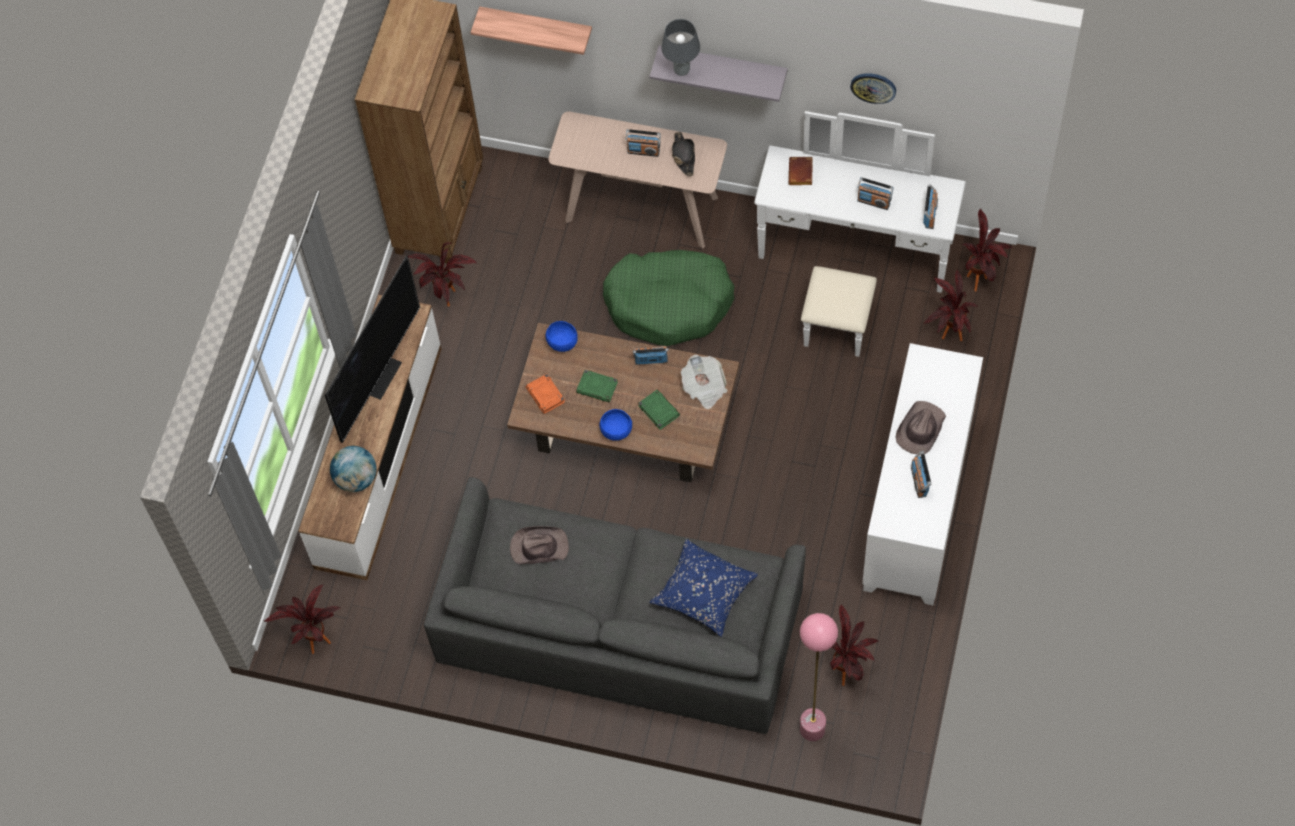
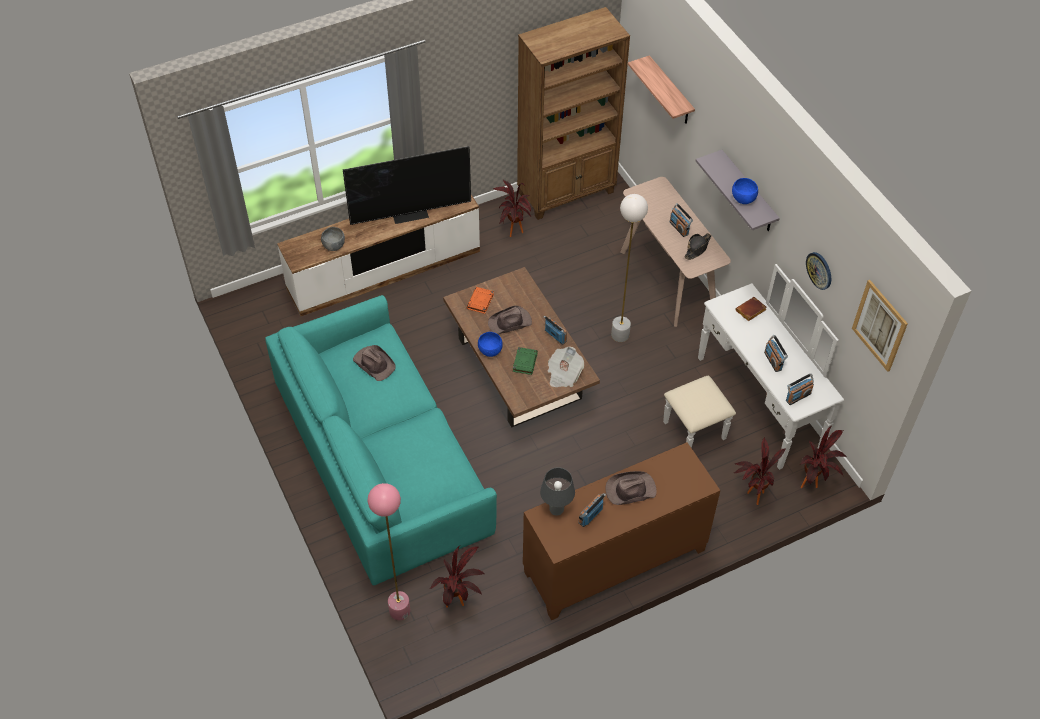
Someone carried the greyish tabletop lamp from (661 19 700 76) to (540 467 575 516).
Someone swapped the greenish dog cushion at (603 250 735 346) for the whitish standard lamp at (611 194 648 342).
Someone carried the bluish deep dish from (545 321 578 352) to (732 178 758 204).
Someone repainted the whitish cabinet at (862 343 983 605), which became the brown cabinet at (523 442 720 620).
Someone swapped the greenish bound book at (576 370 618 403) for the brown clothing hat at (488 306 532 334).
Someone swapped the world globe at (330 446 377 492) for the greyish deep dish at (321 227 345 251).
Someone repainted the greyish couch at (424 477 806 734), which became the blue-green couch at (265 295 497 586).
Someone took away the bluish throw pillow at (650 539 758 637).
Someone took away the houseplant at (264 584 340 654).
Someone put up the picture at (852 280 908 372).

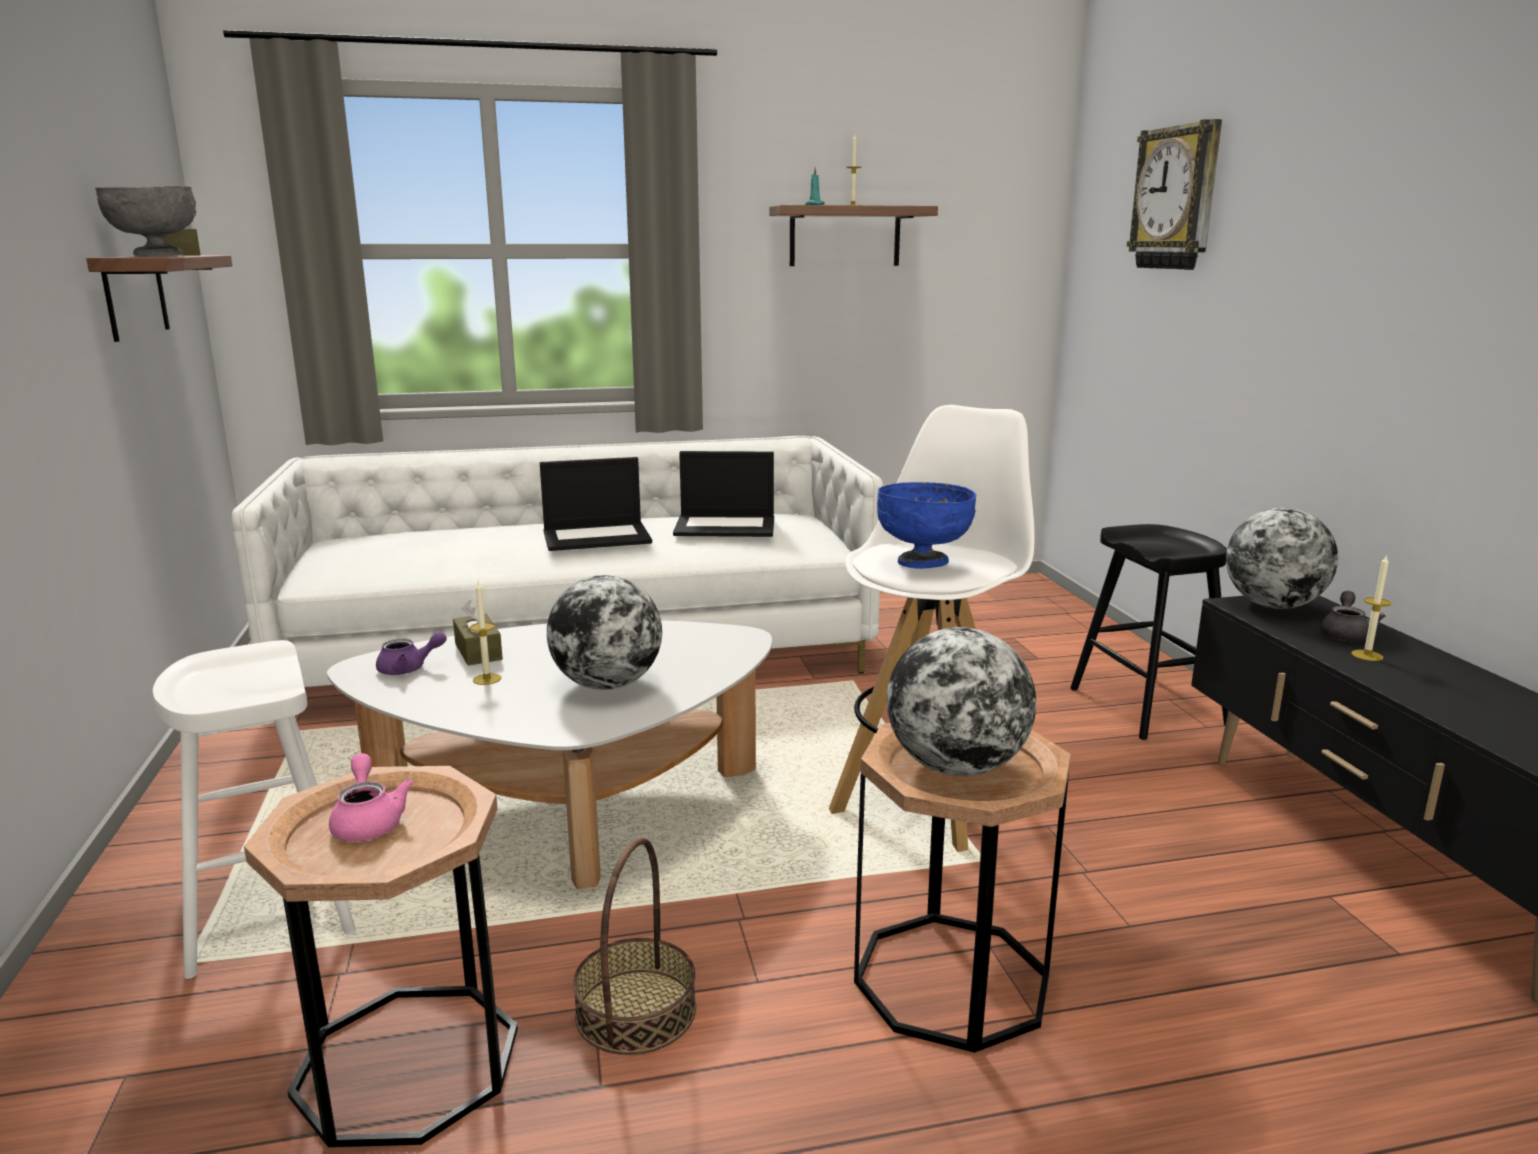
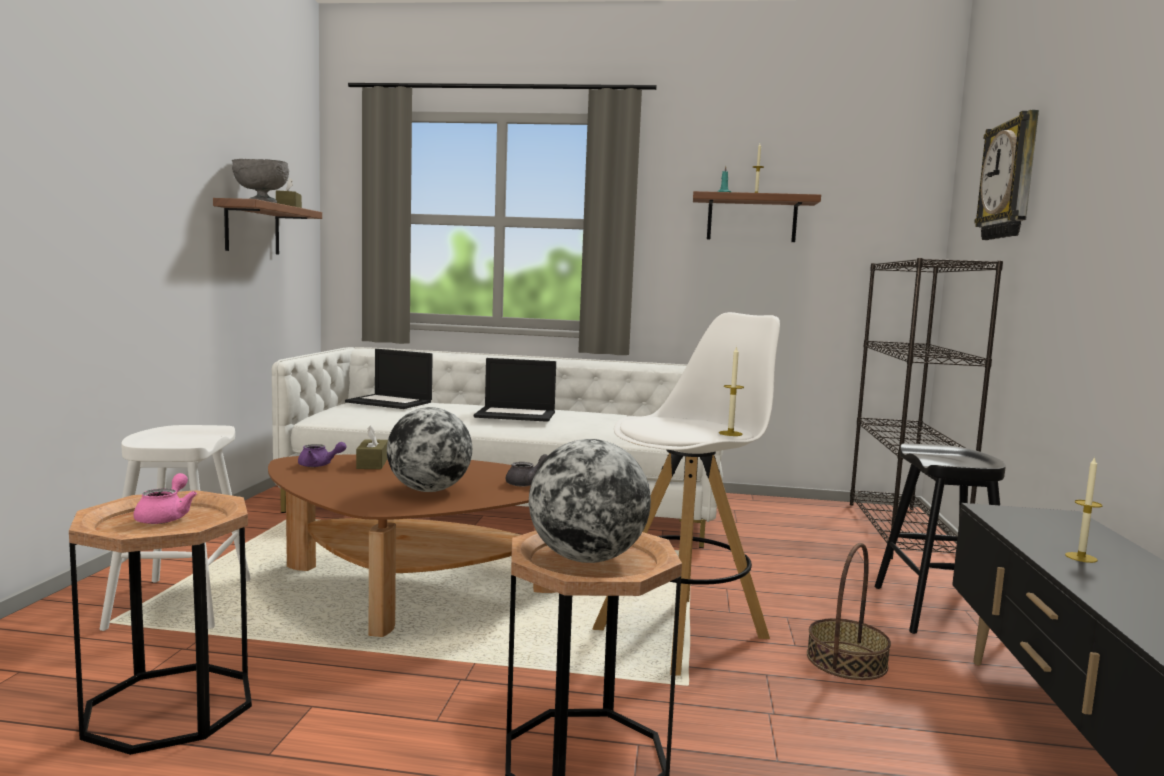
Someone carried the portable computer from (673 451 774 537) to (345 349 433 409).
Someone took away the bluish deep dish at (877 482 976 569).
Someone took away the world globe at (1226 508 1338 609).
Someone carried the candle from (470 582 501 685) to (719 346 744 436).
Someone carried the greyish tea pot from (1320 591 1385 641) to (506 454 548 487).
Someone repainted the whitish lounge table at (327 620 772 889), which became the brown lounge table at (268 455 556 637).
Someone carried the basket from (573 838 696 1055) to (807 543 891 680).
Someone put down the black-coloured shelving unit at (850 258 1003 559).

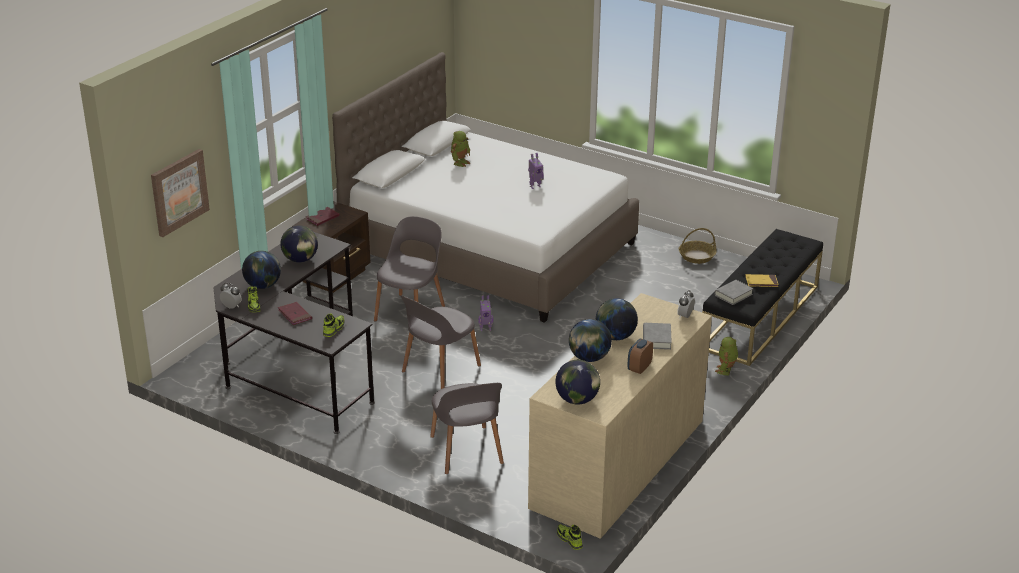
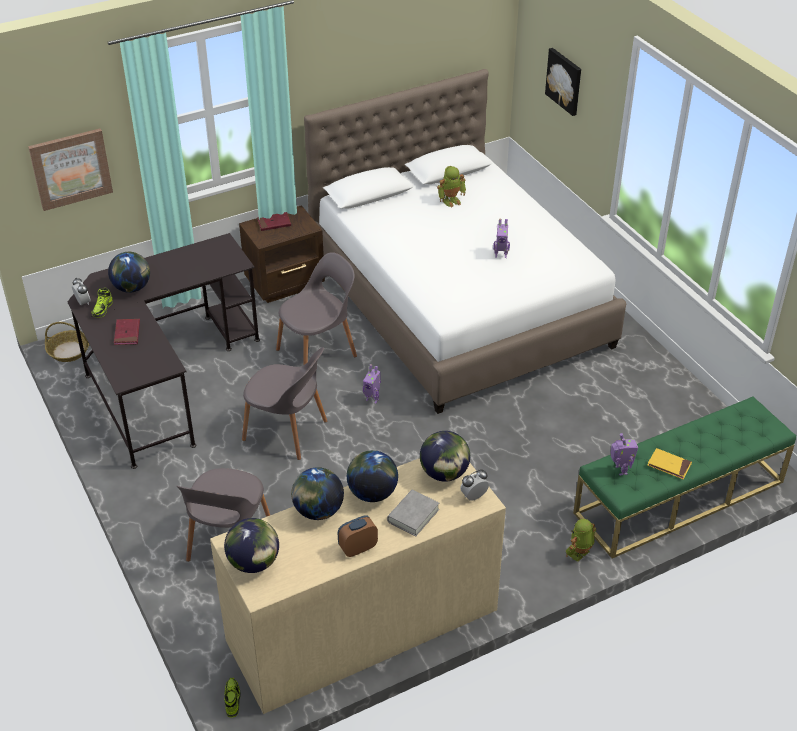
Someone carried the world globe from (281 225 318 262) to (420 431 470 482).
Someone carried the basket from (679 228 717 264) to (45 322 90 362).
Someone repainted the black-coloured indoor bench at (702 229 823 366), which became the greenish indoor bench at (573 396 796 558).
Someone swapped the greyish bound book at (715 280 753 305) for the robot figure at (610 433 638 476).
Someone rotated the greyish chair at (400 295 481 389) by 135 degrees counterclockwise.
Someone took away the shoe at (323 313 344 337).
Someone put up the picture at (545 48 581 116).

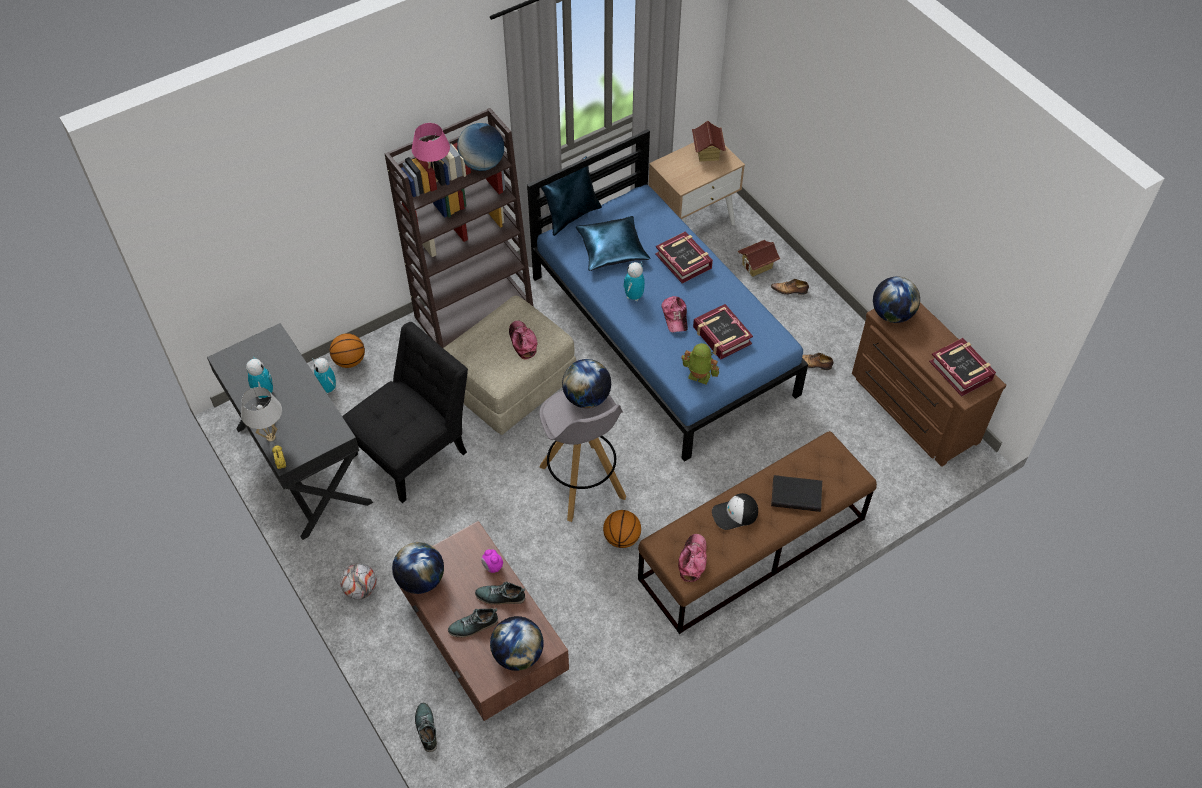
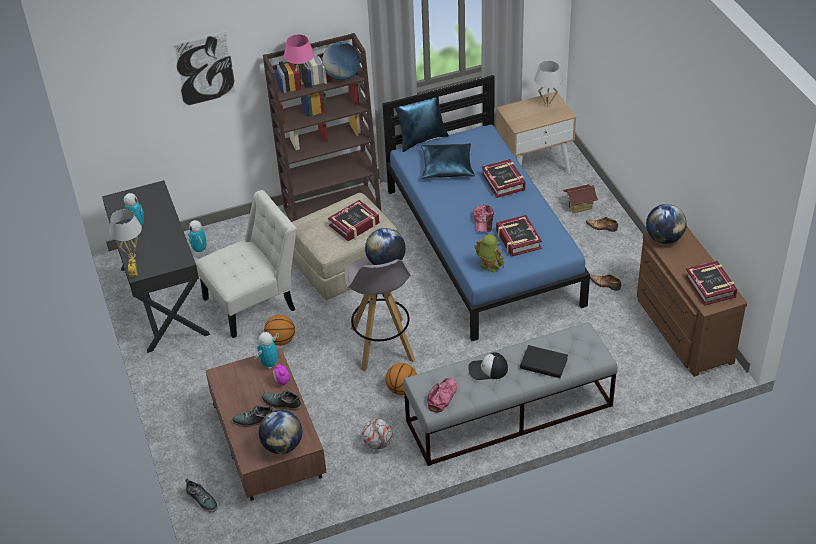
Someone swapped the miniature house at (692 121 726 161) for the whitish tabletop lamp at (534 61 563 107).
Someone carried the robot figure from (623 262 645 301) to (254 332 279 369).
Someone swapped the baseball cap at (509 320 538 359) for the bound book at (328 200 380 241).
Someone repainted the black-coloured chair at (342 322 468 503), which became the whitish chair at (196 190 297 338).
Someone carried the ball for basketball from (330 333 365 368) to (264 315 295 346).
Someone repainted the brown indoor bench at (638 431 877 634), which became the greyish indoor bench at (403 322 618 466).
Someone took away the world globe at (392 542 444 594).
Someone carried the football ball from (340 563 377 600) to (362 419 393 450).
Someone rotated the shoe at (415 703 437 752) by 135 degrees clockwise.
Someone put up the picture at (170 30 238 108).

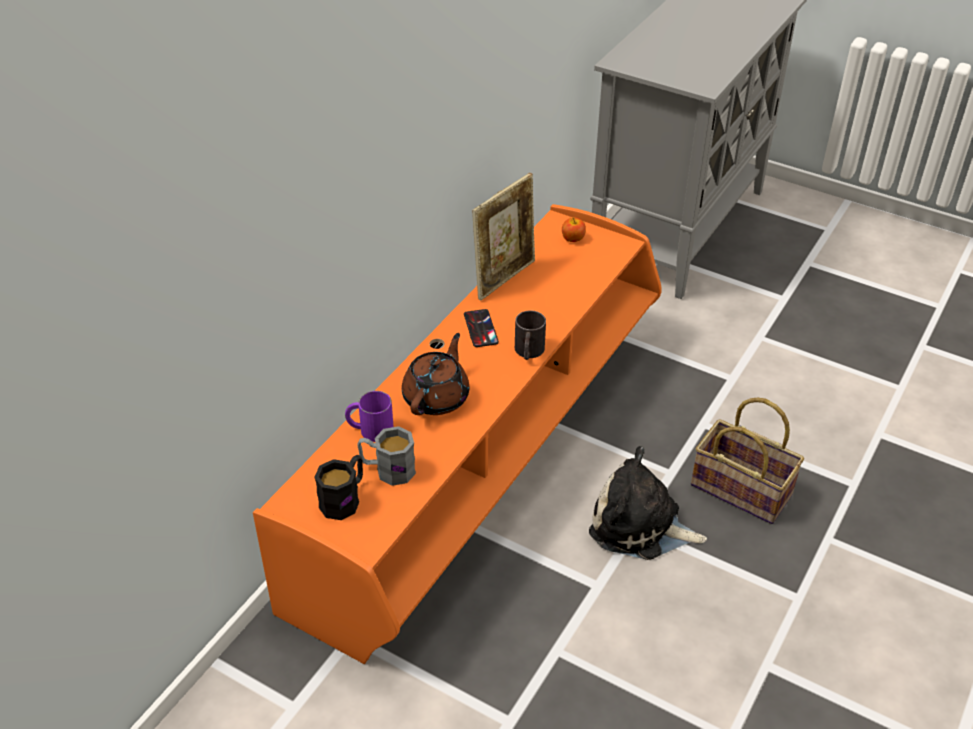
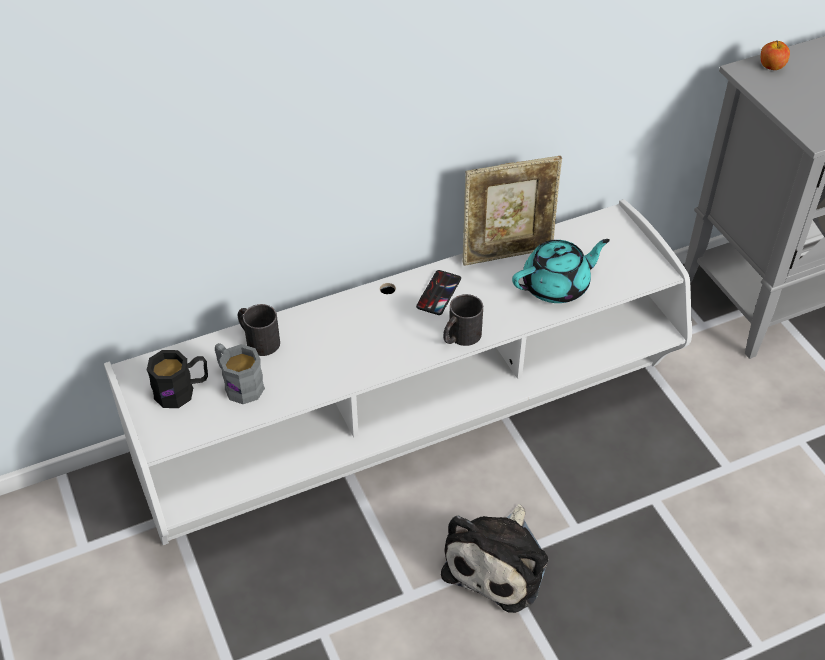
Someone repainted the orange-coloured tv stand at (253 204 662 664), which became the whitish tv stand at (104 199 692 545).
Someone carried the apple from (562 217 586 242) to (761 40 790 70).
Someone took away the brown tea pot at (402 333 469 415).
Someone repainted the purplish coffee mug at (345 391 393 442), which became the black-coloured coffee mug at (238 304 280 356).
Someone took away the basket at (691 397 804 524).
Someone rotated the plush toy at (589 446 707 560) by 120 degrees counterclockwise.
Someone put down the blue-green tea pot at (512 239 610 303).

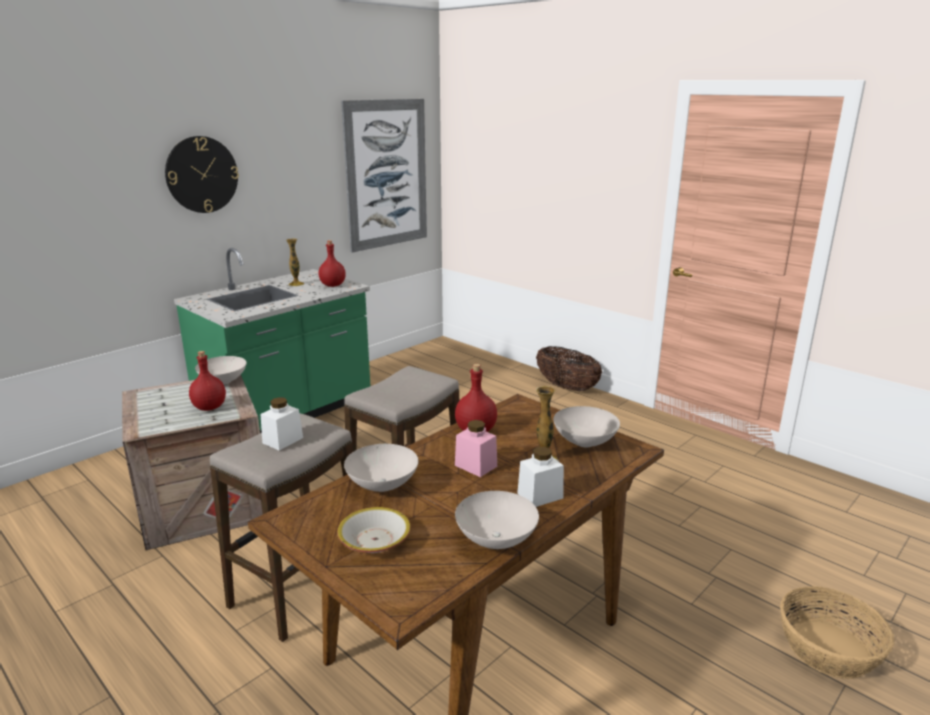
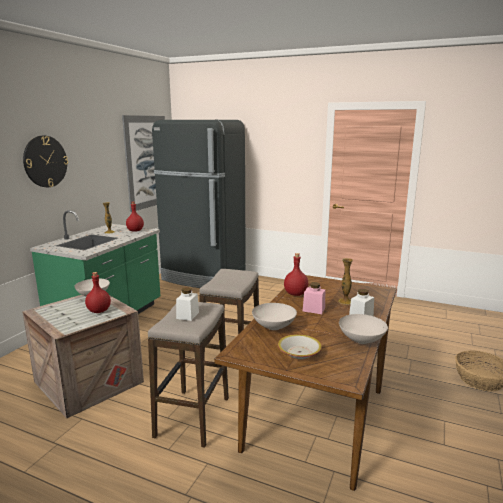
Someone took away the basket at (536 346 602 391).
Someone took away the whitish deep dish at (553 406 620 447).
Someone put down the black-coloured refrigerator at (152 120 246 288).

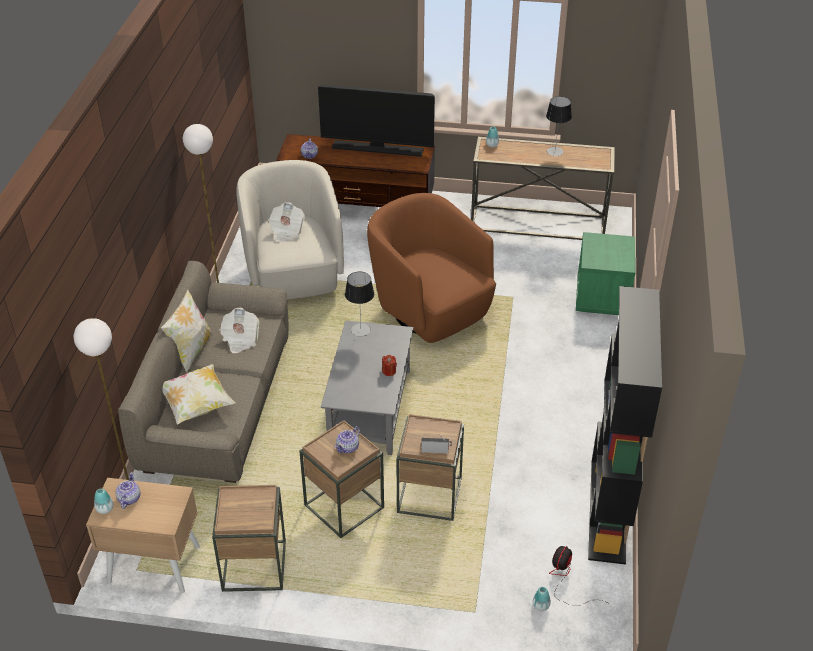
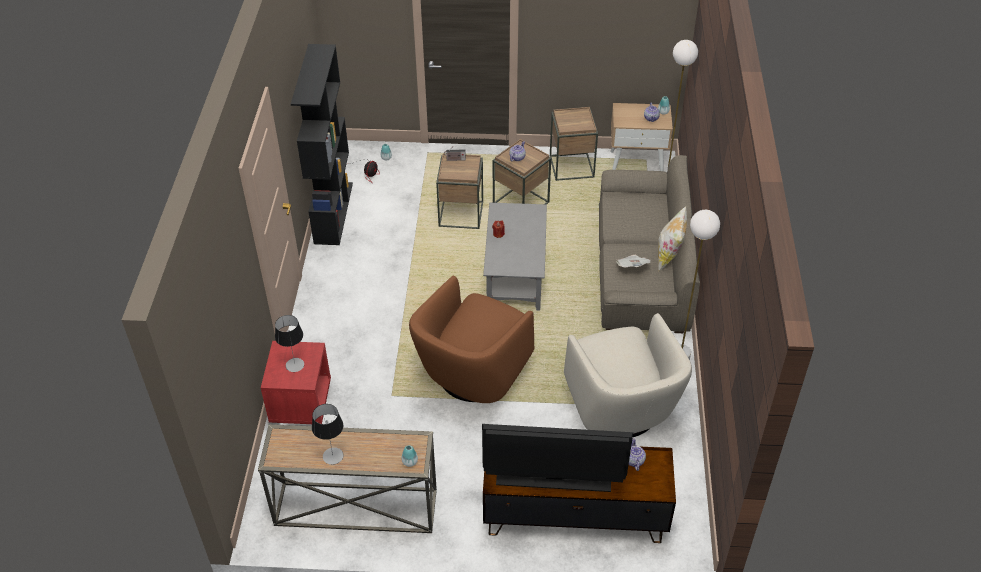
Someone rotated the brown lounge chair at (367 193 496 343) by 75 degrees clockwise.
Someone took away the printed paper at (268 202 305 243).
Someone repainted the greenish bedside table at (576 232 635 315), which became the red bedside table at (261 341 331 424).
Someone carried the tabletop lamp from (345 272 374 336) to (275 315 304 372).
Someone took away the throw pillow at (162 364 236 425).

